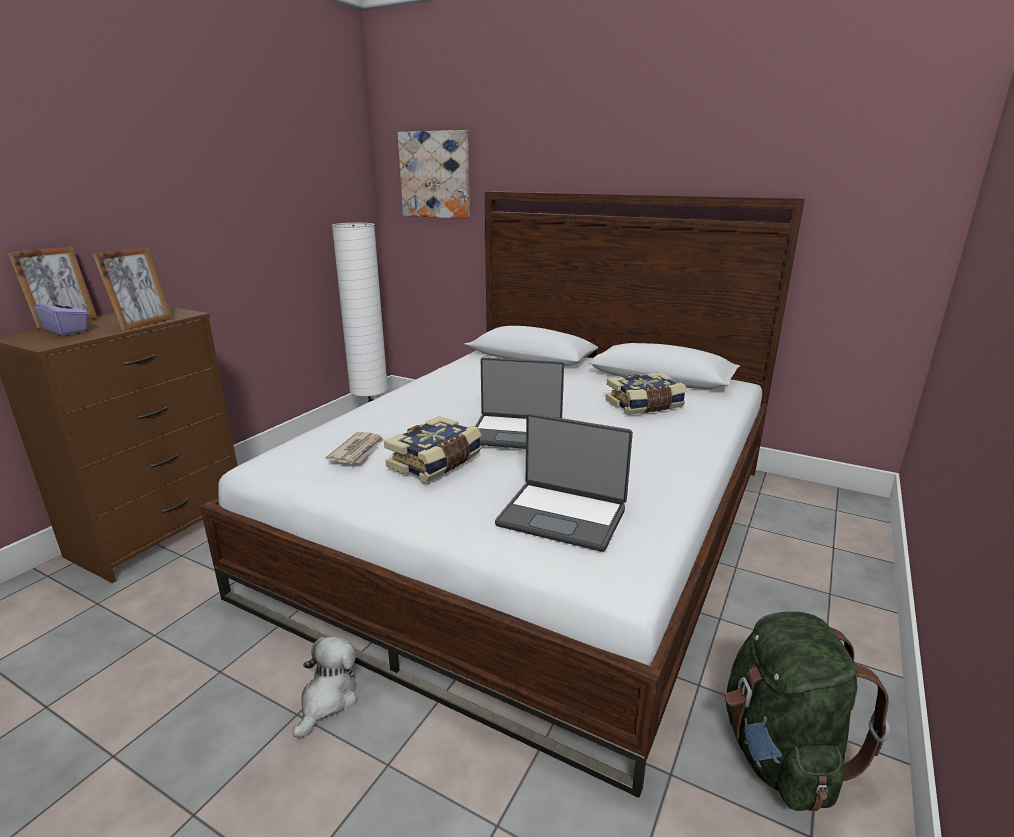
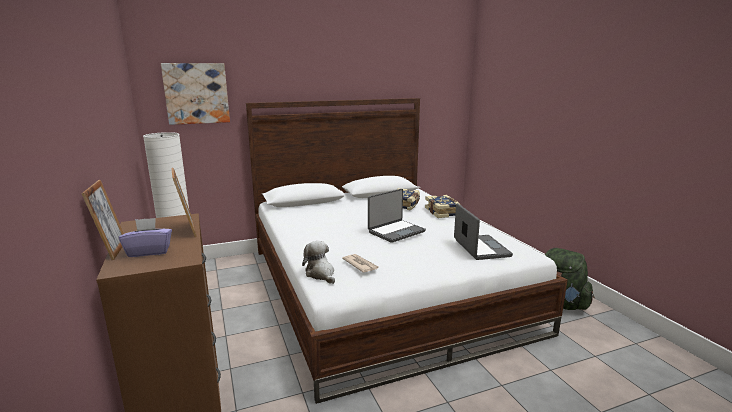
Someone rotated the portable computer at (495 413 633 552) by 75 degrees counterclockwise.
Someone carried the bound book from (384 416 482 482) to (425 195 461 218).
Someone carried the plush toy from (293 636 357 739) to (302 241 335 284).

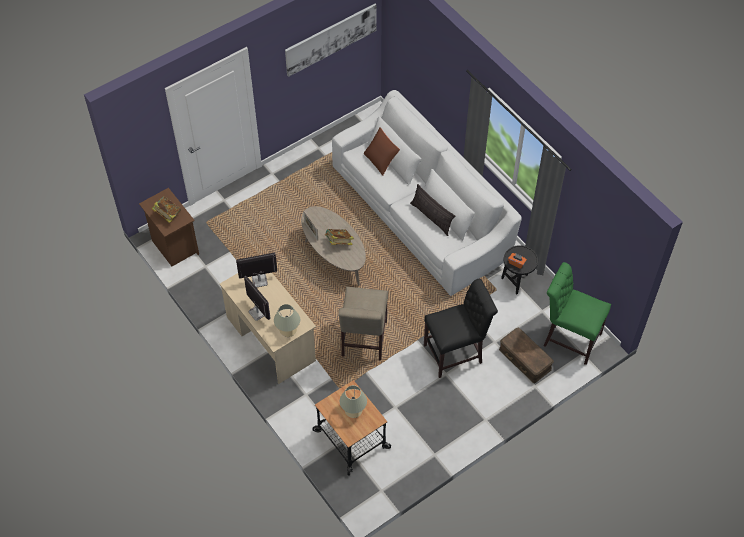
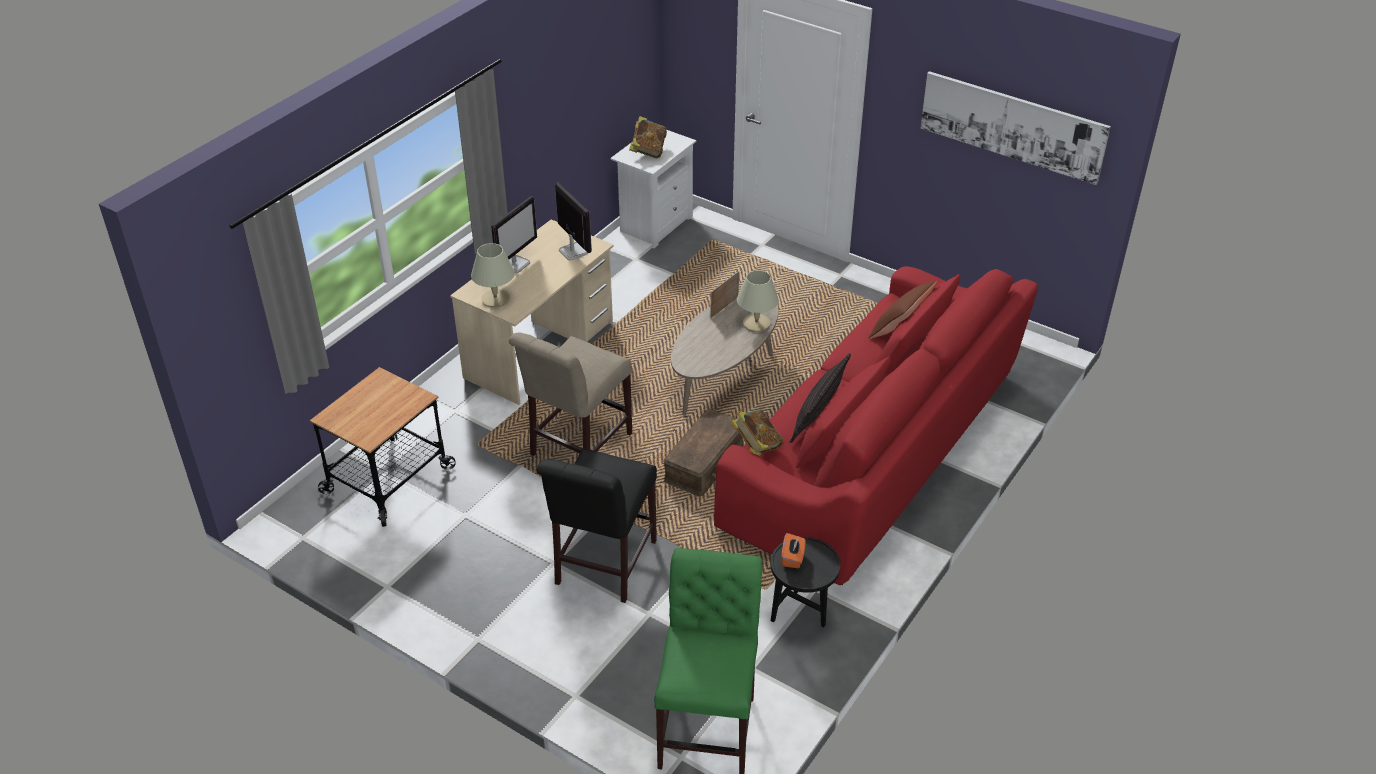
Someone repainted the whitish couch at (332 90 522 296), which became the red couch at (714 266 1038 585).
Someone repainted the brown bedside table at (139 188 199 266), which became the whitish bedside table at (610 130 696 249).
Someone carried the bound book from (324 229 354 245) to (731 409 784 456).
Someone rotated the black-coloured chair at (424 279 498 378) by 60 degrees clockwise.
Someone rotated the beige-coloured chair at (338 287 388 360) by 45 degrees counterclockwise.
Someone carried the brown storage bin from (499 328 554 383) to (664 409 744 497).
Someone carried the beige-coloured tabletop lamp from (340 385 367 418) to (737 270 779 332).

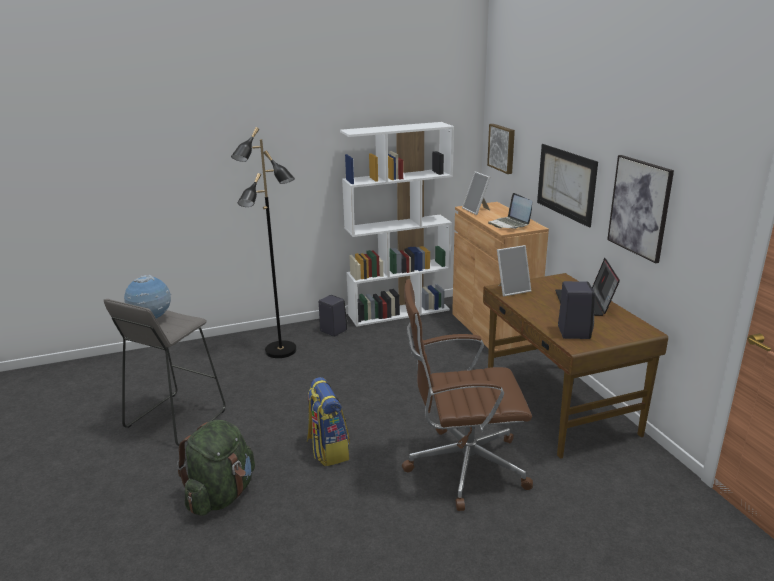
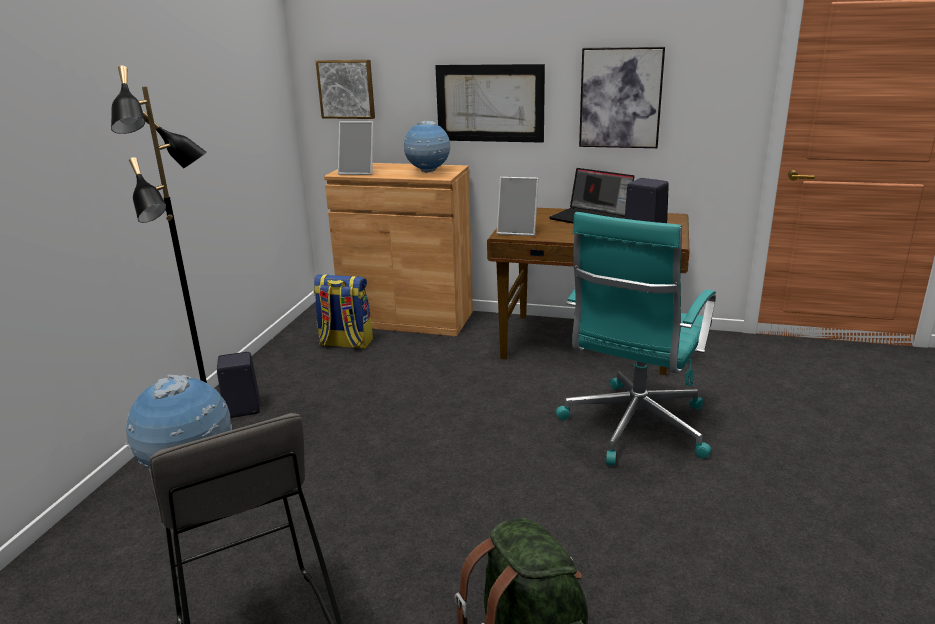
Someone took away the whitish shelving unit at (340 122 454 327).
Someone swapped the portable computer at (488 193 532 229) for the world globe at (404 121 450 173).
Someone rotated the standing frame at (497 245 531 296) by 90 degrees clockwise.
Someone repainted the brown desk chair at (402 279 533 511), which became the blue-green desk chair at (556 212 716 465).
Someone carried the backpack from (307 377 350 466) to (313 274 373 349).

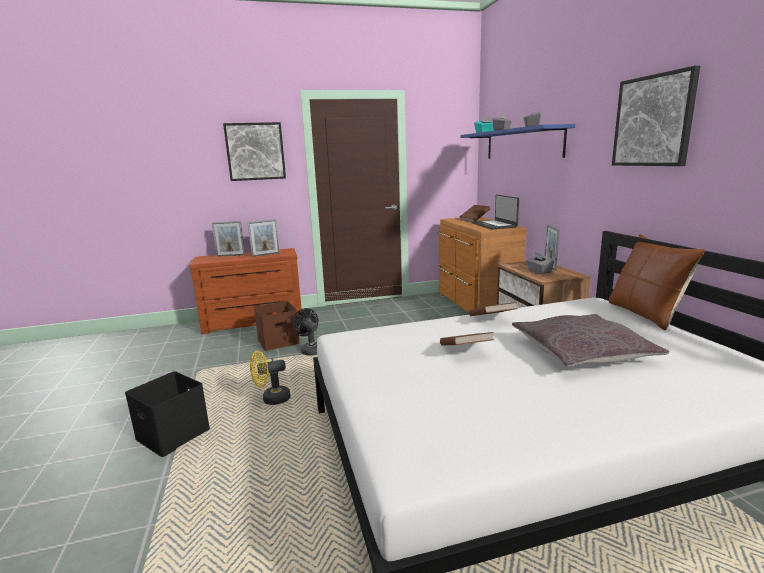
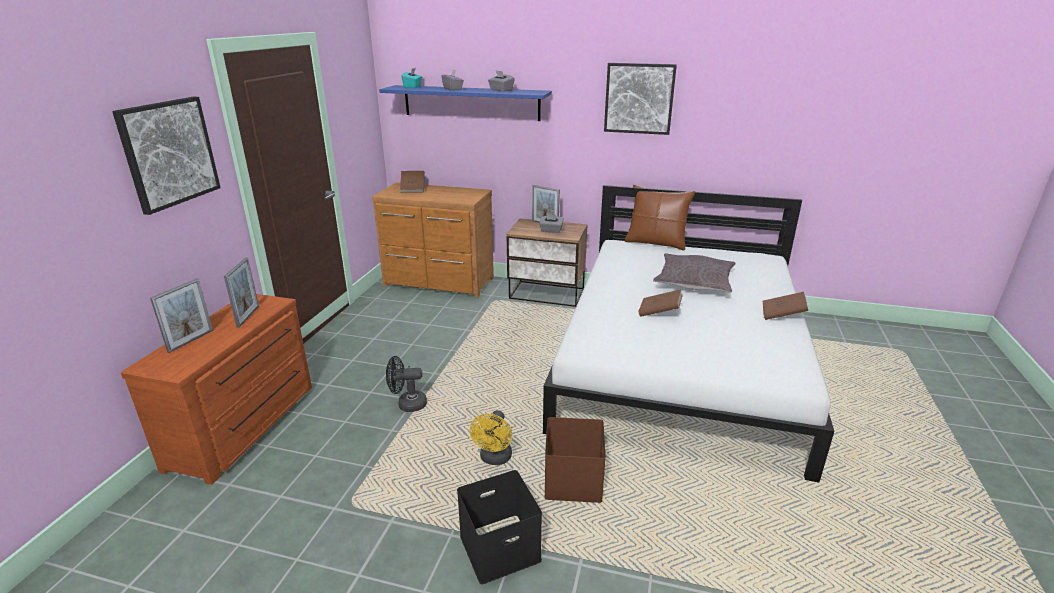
Someone took away the portable computer at (472 195 519 229).
Someone carried the brown storage bin from (254 301 300 351) to (545 417 606 503).
Someone carried the brown bound book from (469 302 518 316) to (763 292 808 320).

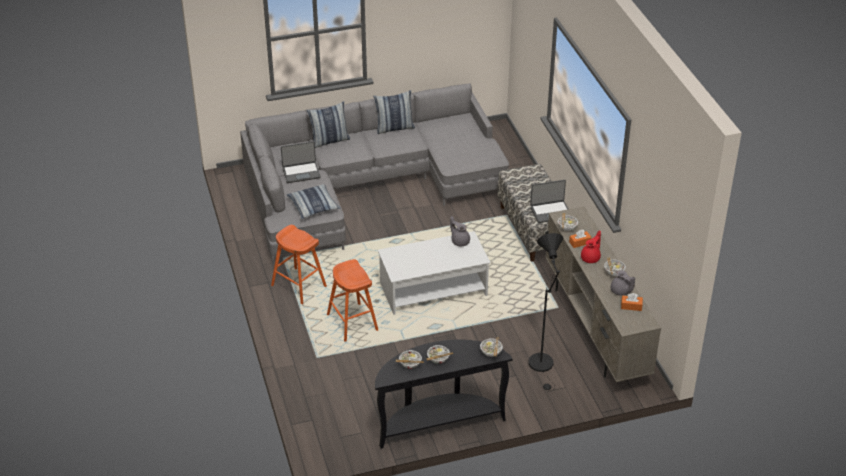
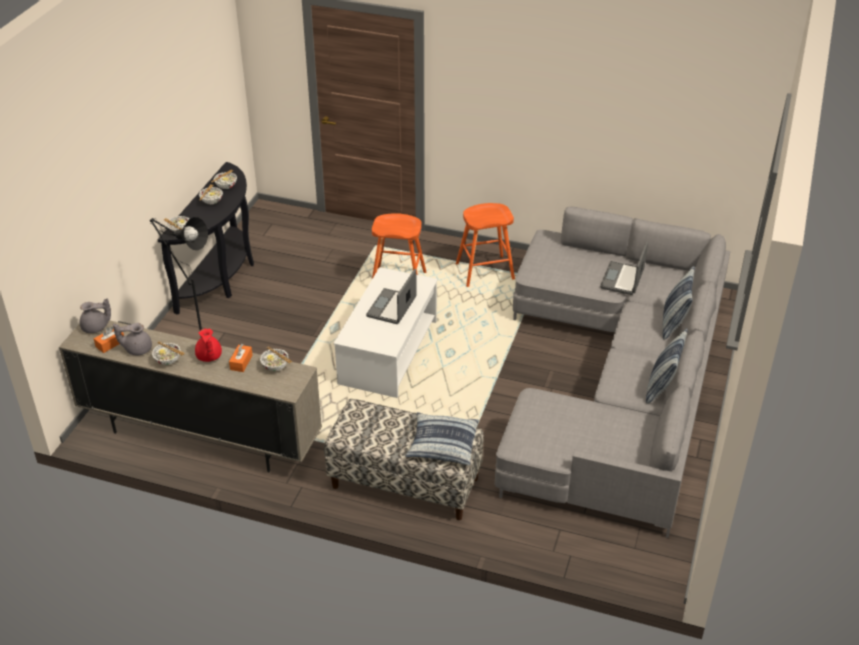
Someone carried the portable computer from (530 180 568 223) to (366 269 417 324).
Someone carried the throw pillow from (287 184 340 219) to (405 412 479 465).
Someone carried the greyish tea pot from (450 216 470 246) to (80 298 111 333).

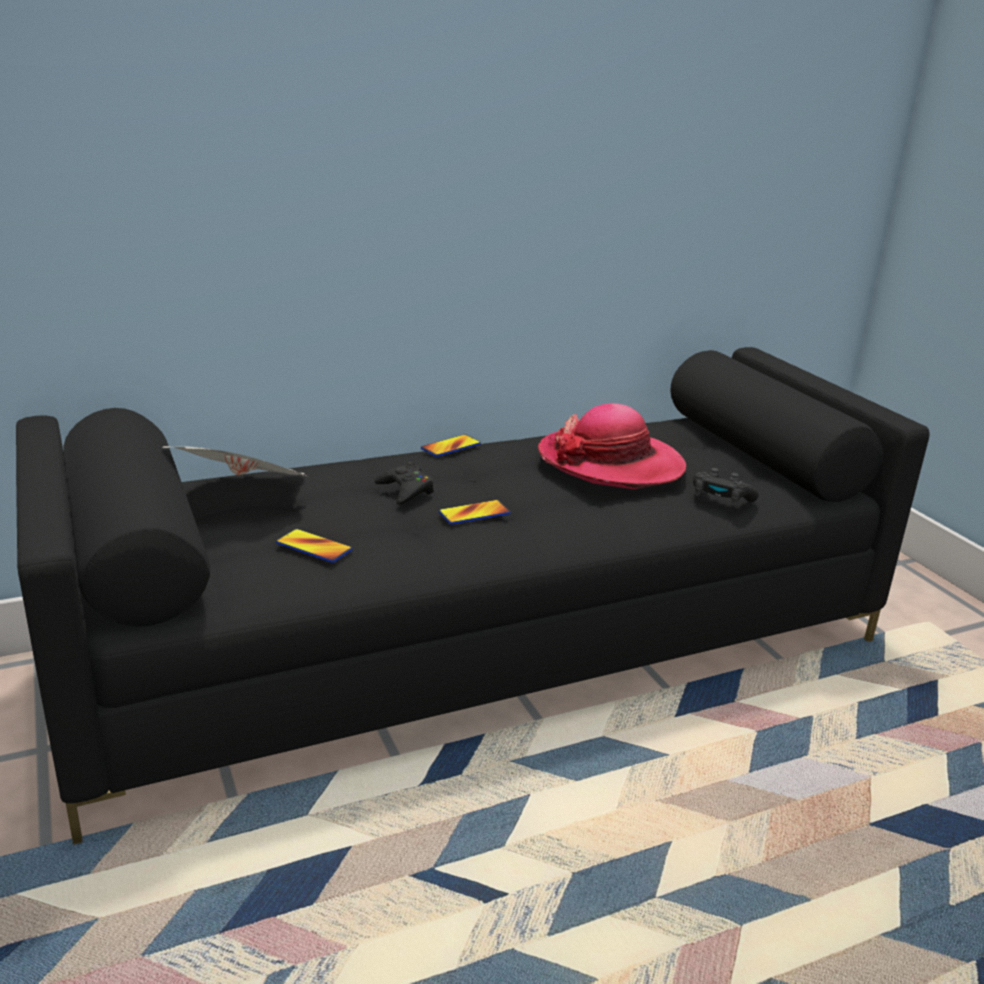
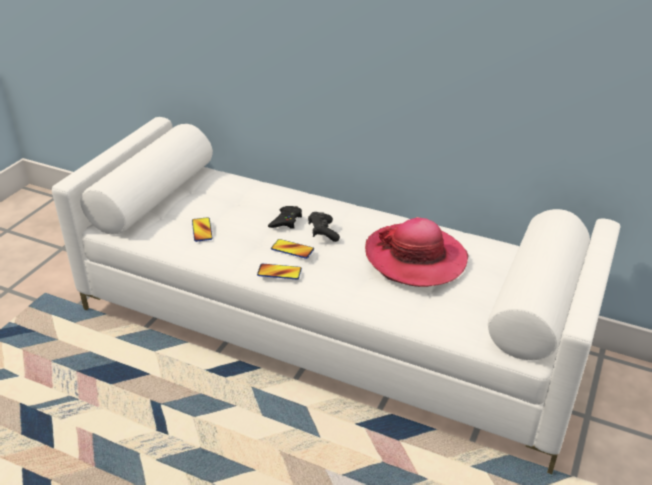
Someone repainted the black-coloured couch at (16 347 930 845), which became the whitish couch at (52 117 620 474).
Someone carried the handset from (421 434 481 457) to (257 263 302 280).
Someone took away the printed paper at (162 446 305 476).
Someone carried the black-coloured game controller from (693 468 759 505) to (308 212 340 242).

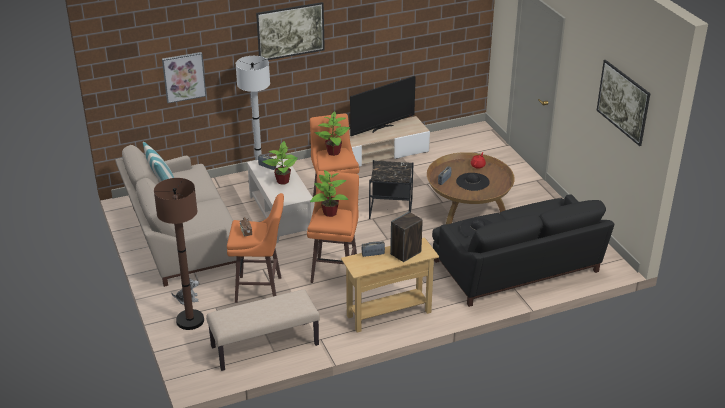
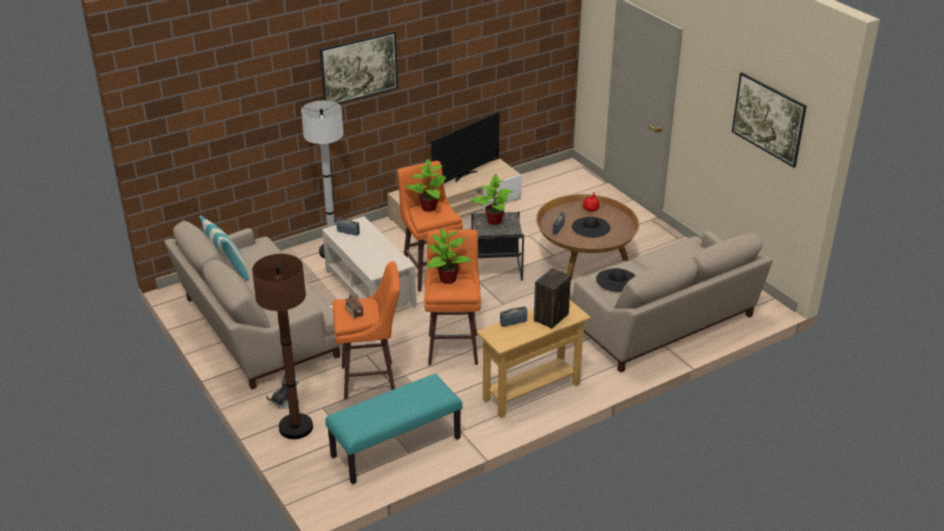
Someone took away the picture at (162 52 206 103).
Someone carried the houseplant from (262 141 298 185) to (470 174 513 225).
Someone repainted the black-coloured couch at (432 194 614 307), which became the beige-coloured couch at (570 231 773 373).
Someone repainted the beige-coloured indoor bench at (206 289 320 371), which became the blue-green indoor bench at (325 374 462 484).

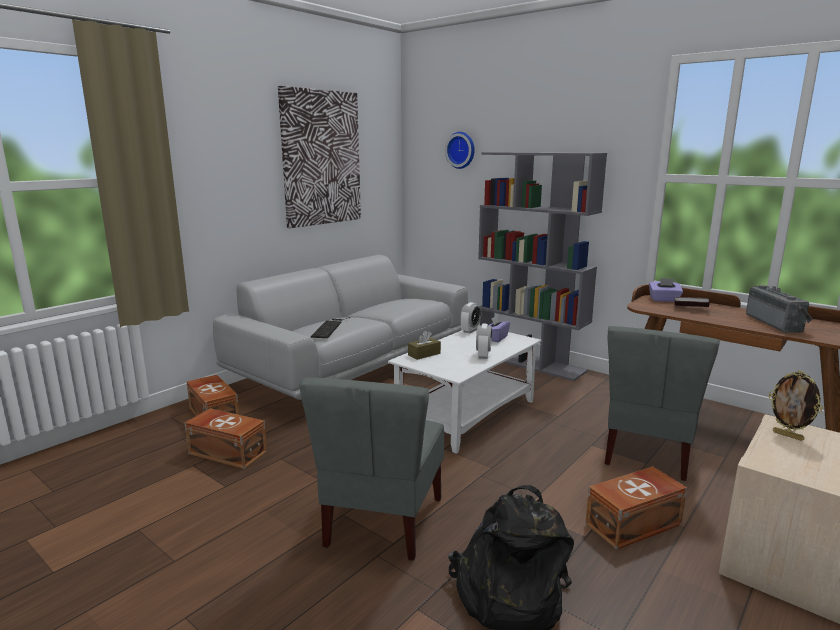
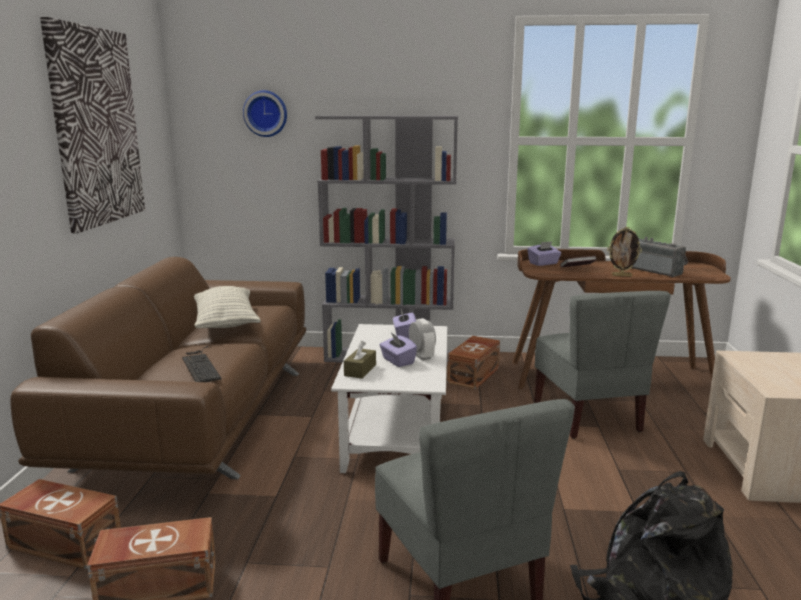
Someone repainted the greyish couch at (213 255 468 400), which became the brown couch at (10 257 306 479).
Someone took away the table clock at (460 302 481 333).
Someone carried the standing frame from (769 371 823 441) to (607 227 642 277).
Someone carried the brown storage bin from (585 466 687 550) to (447 336 500 389).
Someone put down the throw pillow at (194 286 261 328).
Someone put down the purplish box of tissues at (379 333 417 367).

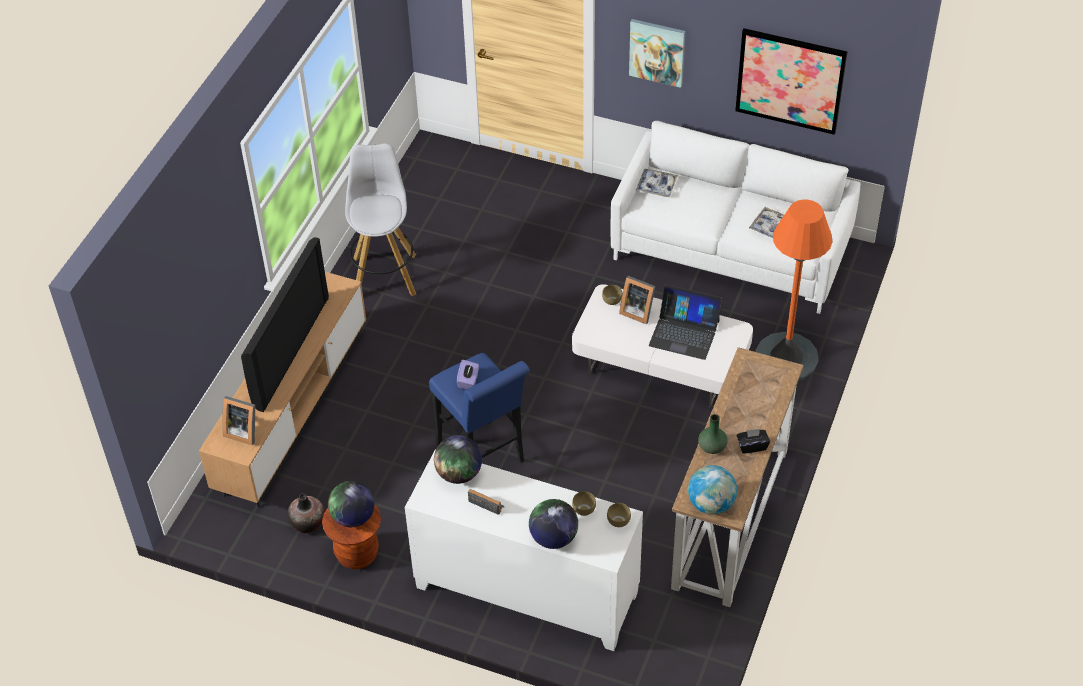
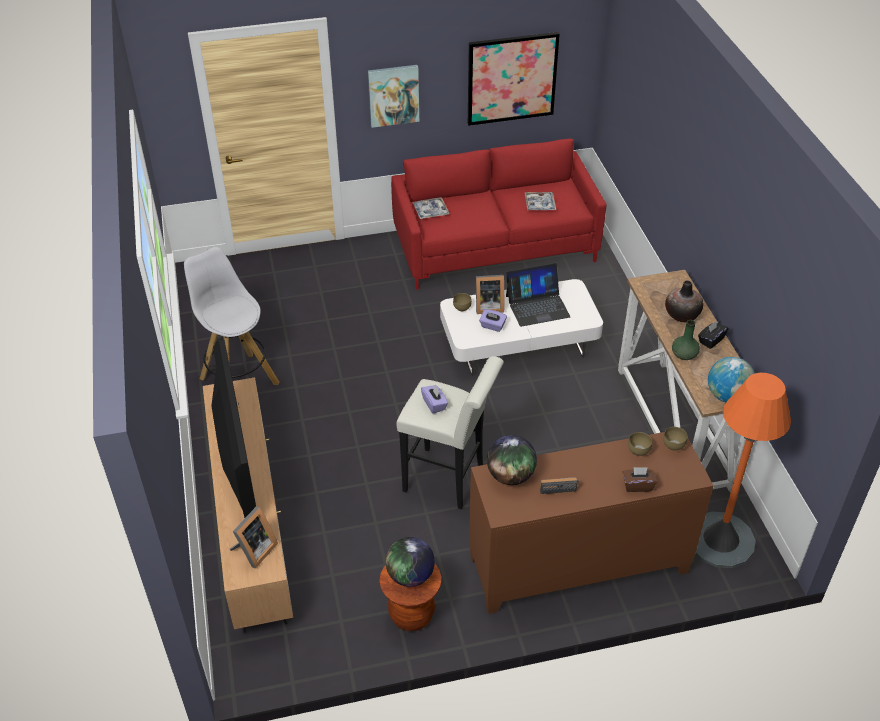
Someone repainted the whitish couch at (611 121 860 314), which became the red couch at (391 139 606 290).
Someone carried the orange-coloured standard lamp from (755 200 832 380) to (695 373 791 568).
Someone repainted the bluish stool seat at (429 353 530 463), which became the whitish stool seat at (396 356 504 509).
Someone rotated the standing frame at (222 396 255 446) by 45 degrees counterclockwise.
Someone repainted the whitish cabinet at (405 450 643 651), which became the brown cabinet at (469 429 714 614).
Someone carried the flower vase from (287 494 325 533) to (665 280 703 322).
Someone swapped the world globe at (529 499 578 549) for the brown box of tissues at (623 467 657 492).
Someone put down the purplish box of tissues at (479 309 507 332).

